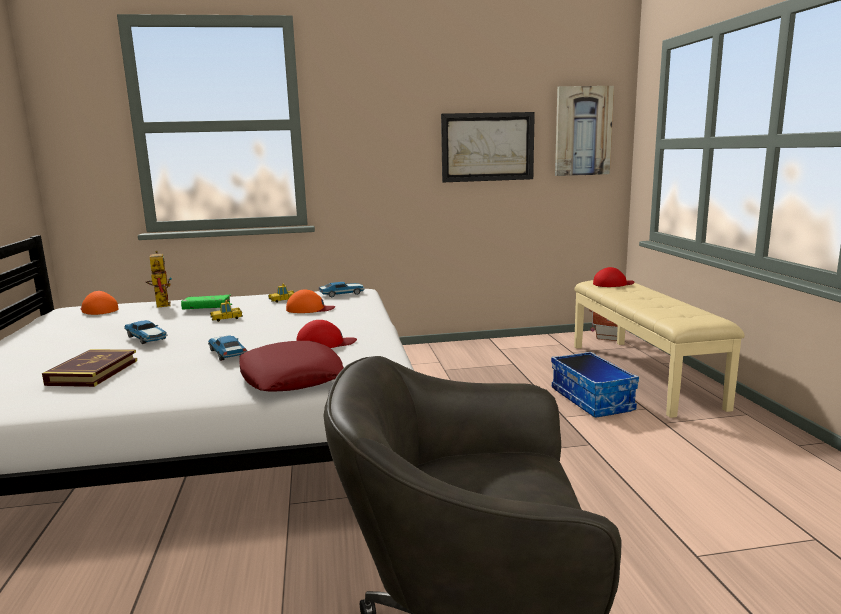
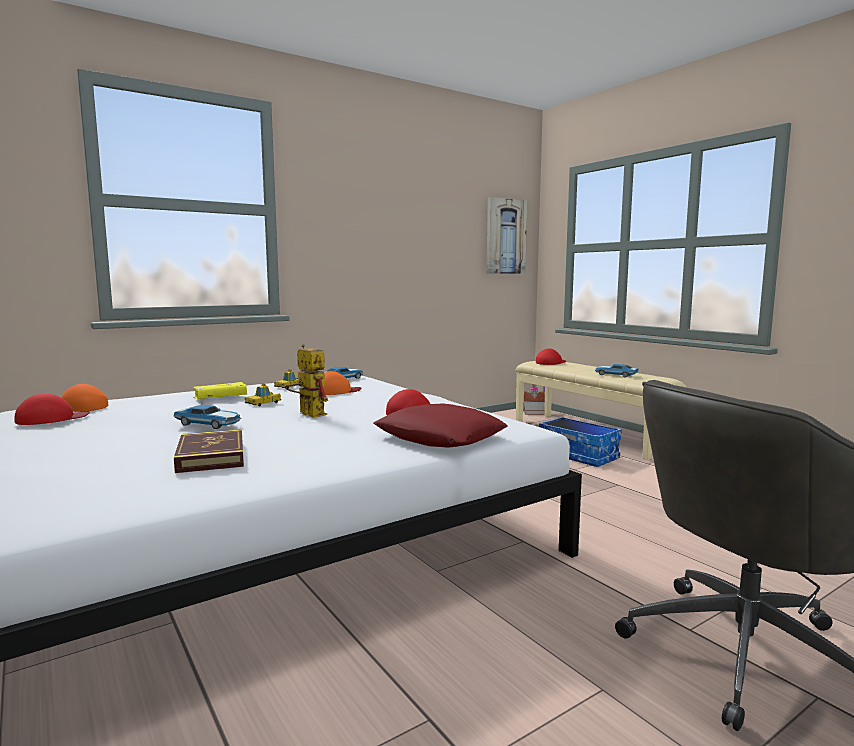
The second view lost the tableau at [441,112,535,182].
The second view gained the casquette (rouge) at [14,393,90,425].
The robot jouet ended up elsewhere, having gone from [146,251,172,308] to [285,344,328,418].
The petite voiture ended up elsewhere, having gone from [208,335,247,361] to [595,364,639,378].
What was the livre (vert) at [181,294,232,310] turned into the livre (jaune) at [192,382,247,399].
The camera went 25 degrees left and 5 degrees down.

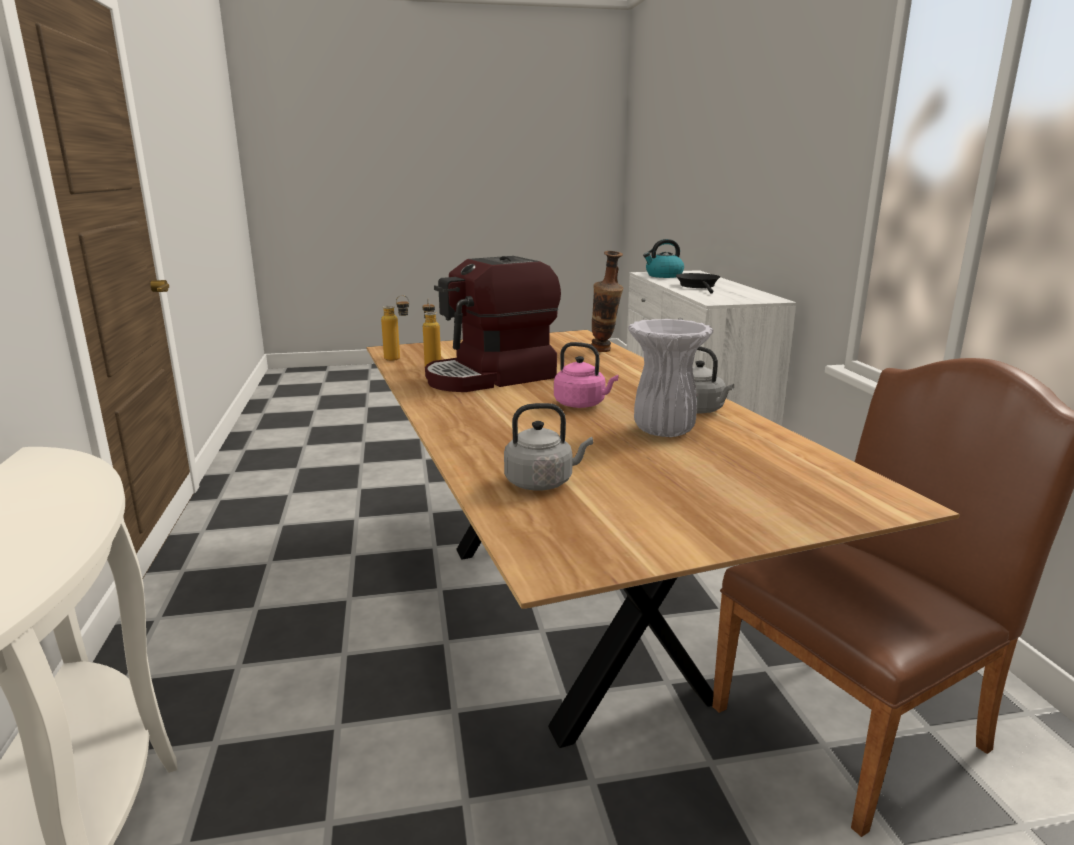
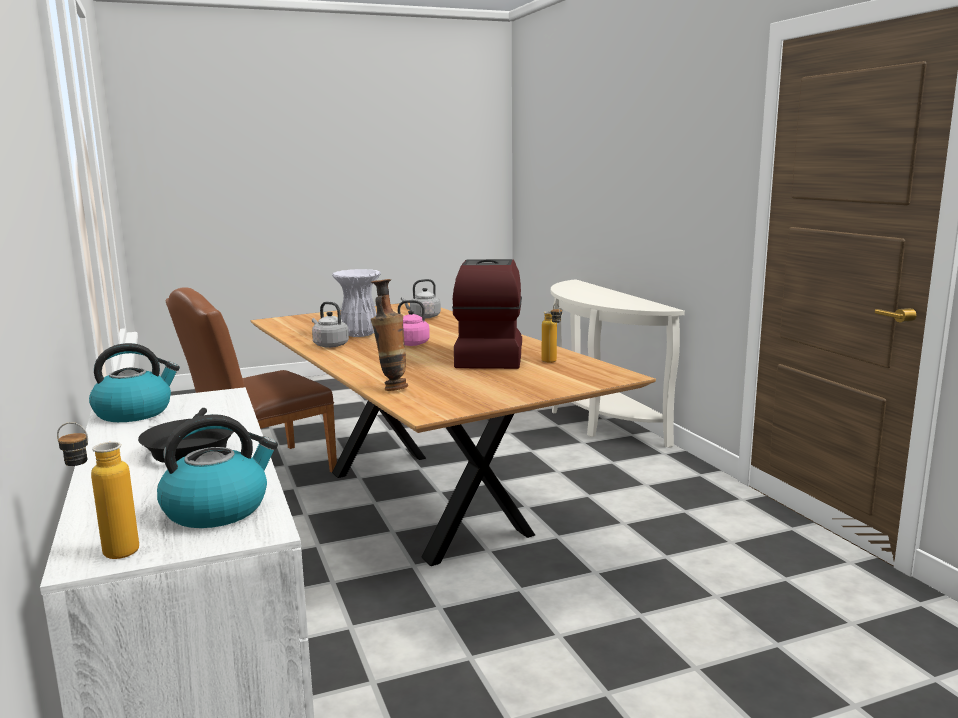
The second view gained the bouilloire at [89,343,180,422].
The bouteille ended up elsewhere, having gone from [381,295,409,361] to [57,422,139,559].
The machine à café at [425,256,561,392] ended up facing another way, 45 degrees counterclockwise from before.
The camera went 170 degrees right and 5 degrees down.

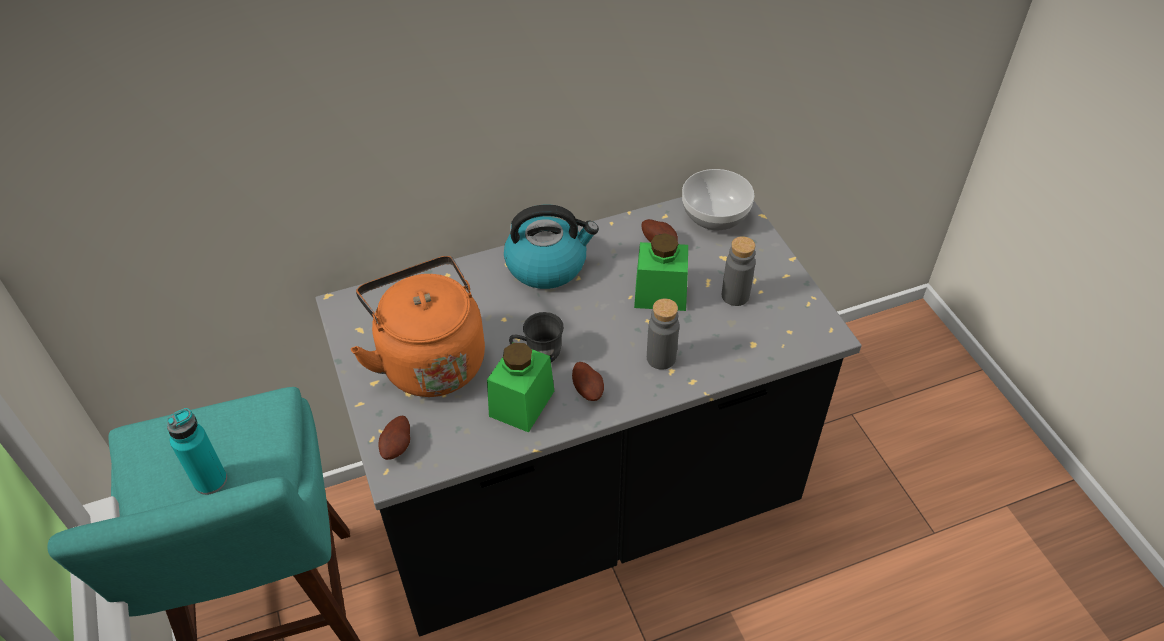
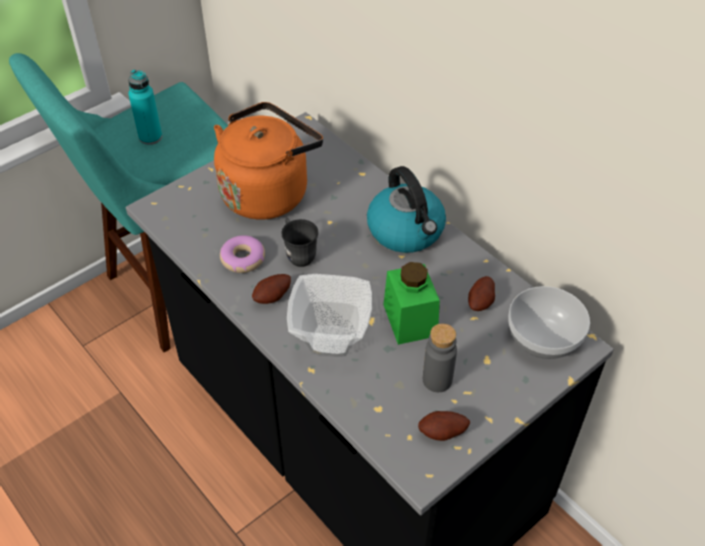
The pomme de terre ended up elsewhere, having gone from [378,416,410,460] to [418,411,470,441].
Where the bocal (vert) stood at [487,342,554,433], the beignet came to stand at [220,235,265,273].
Where the bouteille (gris) stood at [647,299,679,370], the bol came to stand at [287,274,372,357].
The camera went 70 degrees right and 0 degrees up.

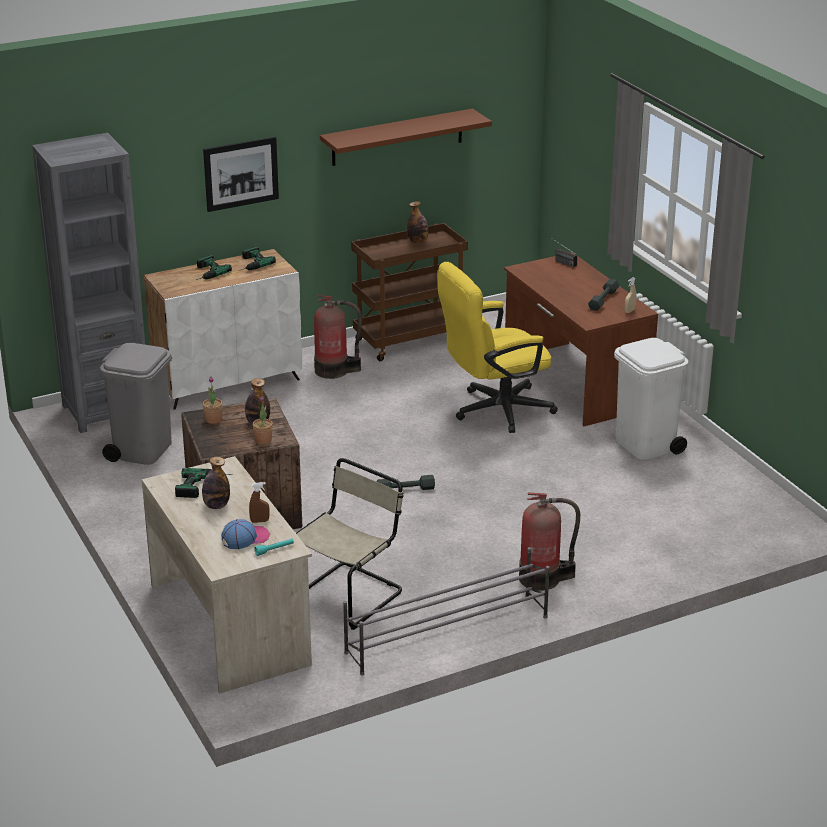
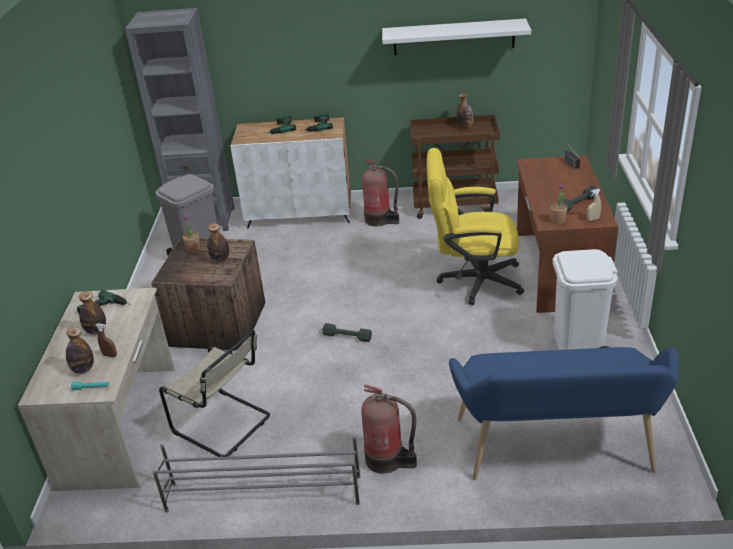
The second view lost the tableau at [203,137,279,212].
The second view gained the banc (bleu) at [449,347,679,480].
The plante en pot ended up elsewhere, having gone from [253,396,273,445] to [550,184,568,225].
Where the casquette stood at [221,519,270,549], the bouteille came to stand at [66,327,94,374].
What was the étagère (marron) at [320,109,492,166] turned into the étagère (blanc) at [382,19,531,55].
The chaise (beige) at [296,458,404,630] ended up facing another way, 60 degrees clockwise from before.
The camera went 30 degrees right and 5 degrees up.

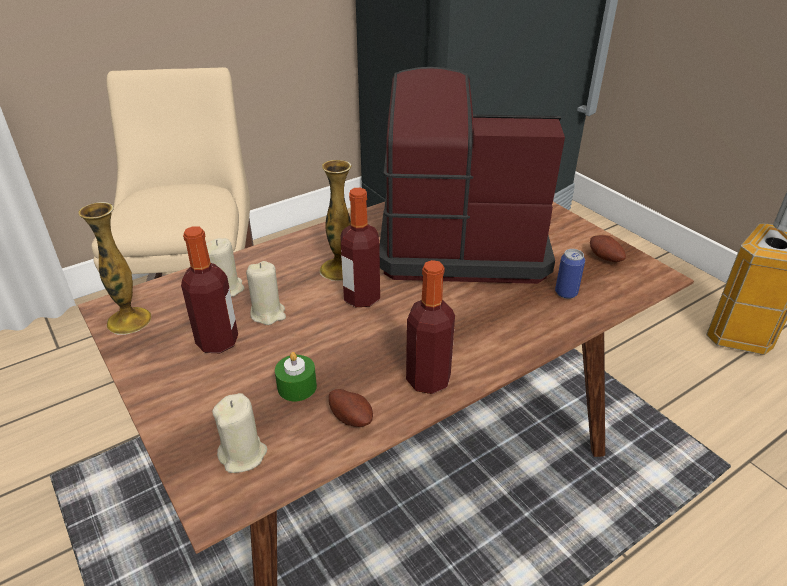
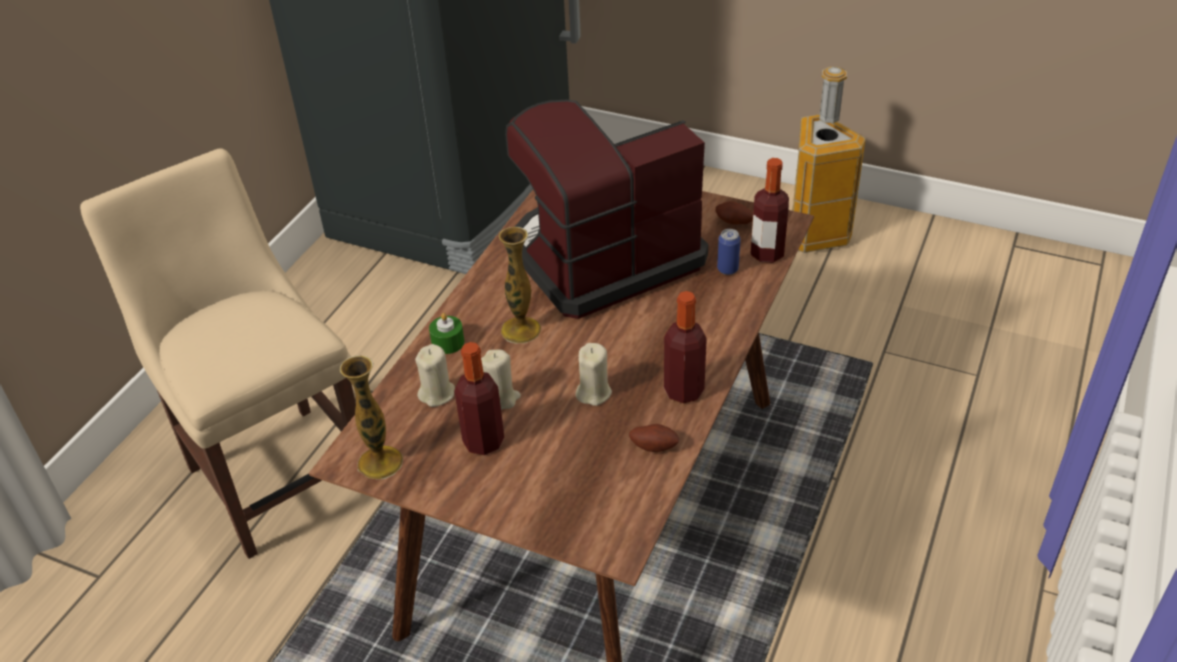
The bougie (beige) ended up elsewhere, having gone from [212,393,267,473] to [576,343,612,406].
The bougie (vert) ended up elsewhere, having gone from [275,352,317,401] to [429,313,464,354].
The bouteille ended up elsewhere, having gone from [340,188,380,307] to [750,158,789,263].
The camera went 30 degrees left and 5 degrees up.

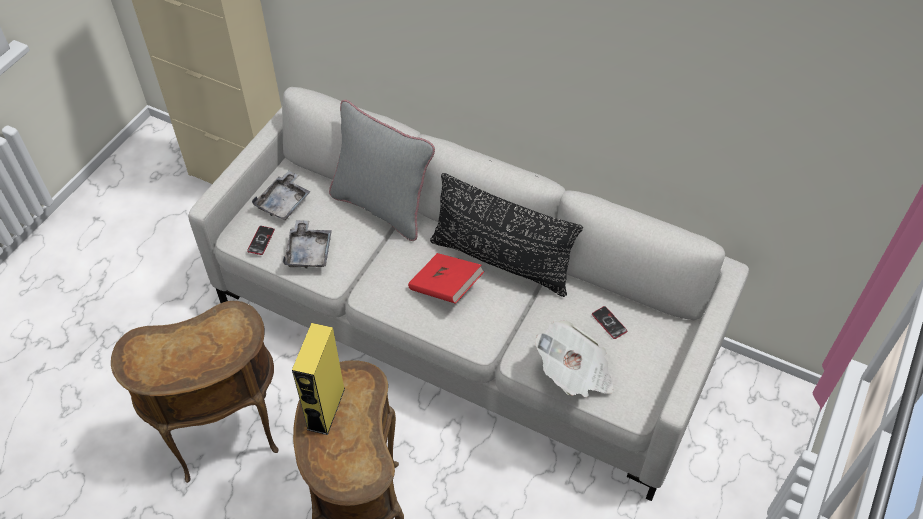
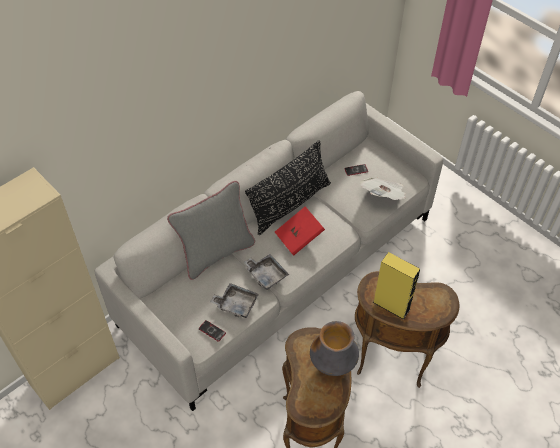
The second view gained the vase at [310,321,359,376].
The plateau (gris) ended up elsewhere, having gone from [252,171,311,220] to [244,254,289,290].
The camera went 70 degrees left and 0 degrees up.

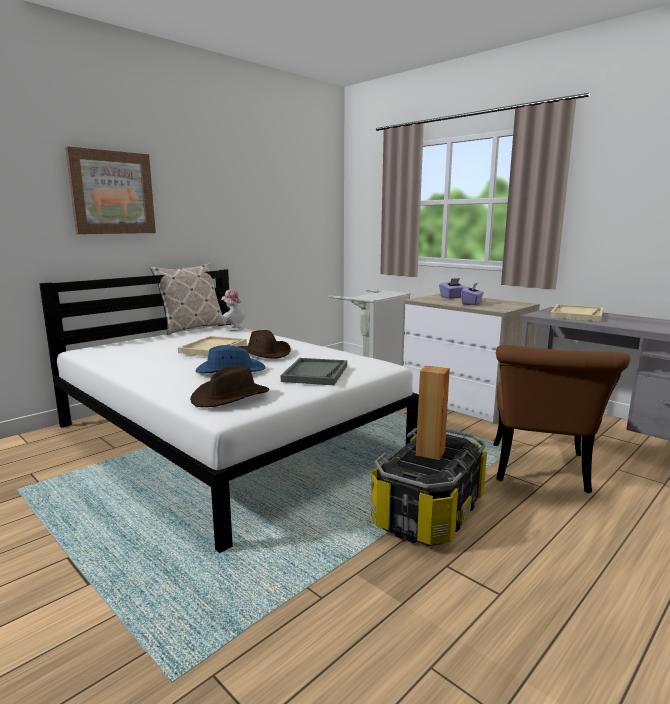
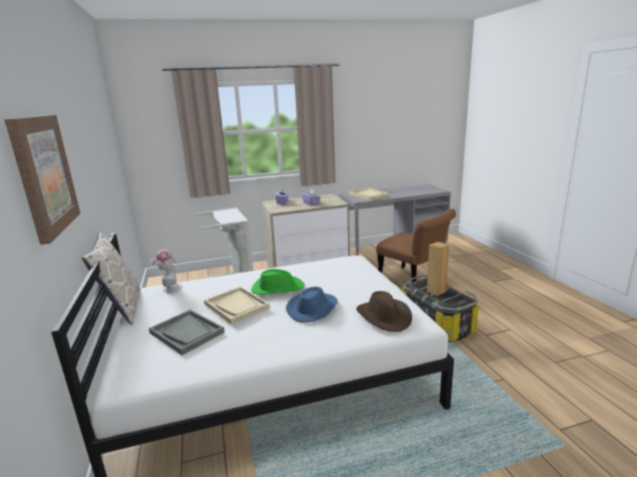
The plateau (gris) ended up elsewhere, having gone from [281,358,347,385] to [149,309,225,355].
What was the chapeau (marron) at [238,330,291,359] turned into the chapeau (vert) at [251,269,305,295].
The camera went 60 degrees left and 5 degrees up.

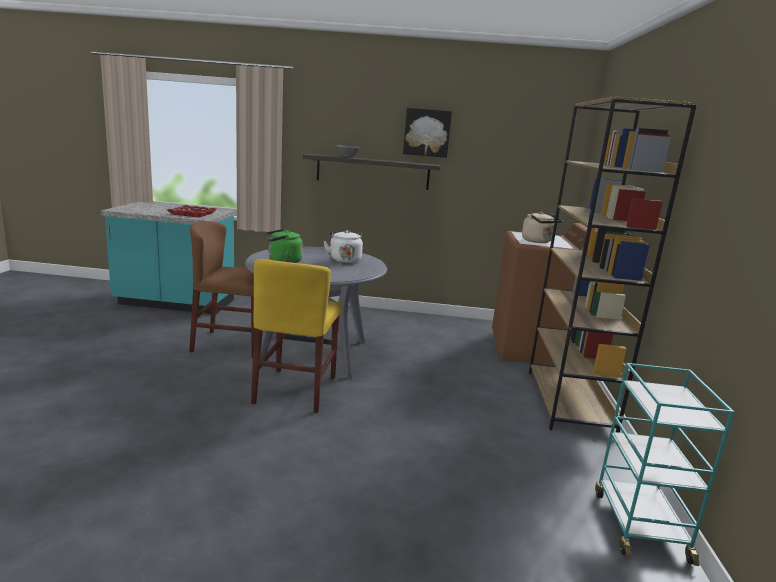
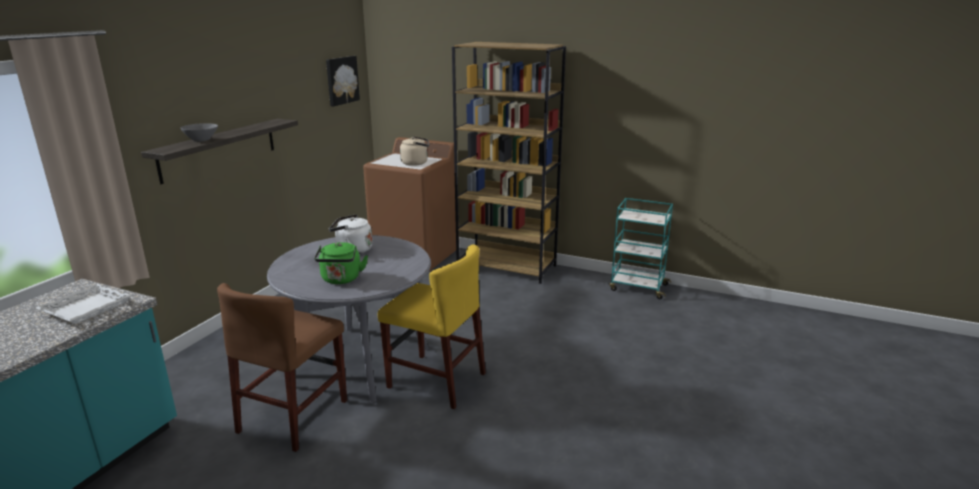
The tableau ended up elsewhere, having gone from [403,108,452,158] to [326,56,360,106].
What was the plateau (rouge) at [167,205,217,217] turned into the plateau (blanc) at [37,284,132,324].
The camera went 70 degrees left and 5 degrees up.

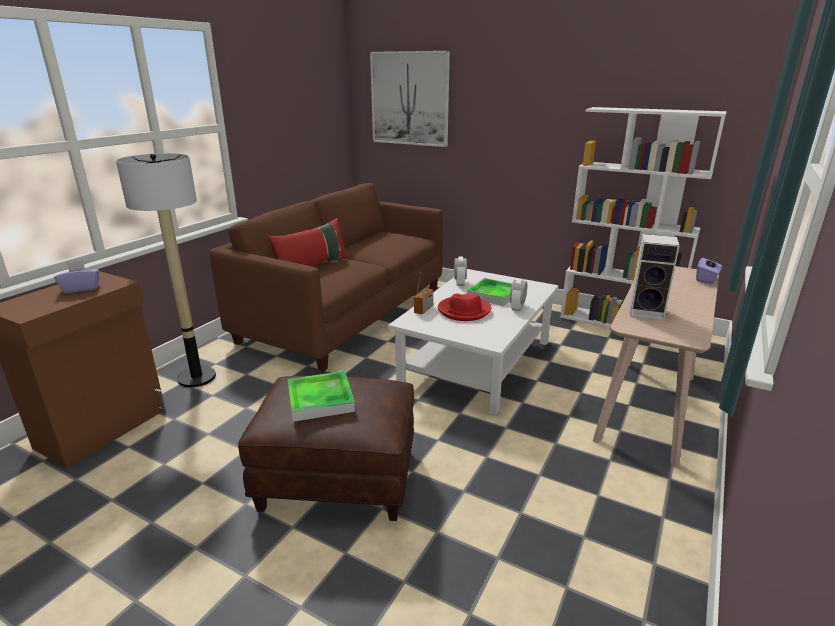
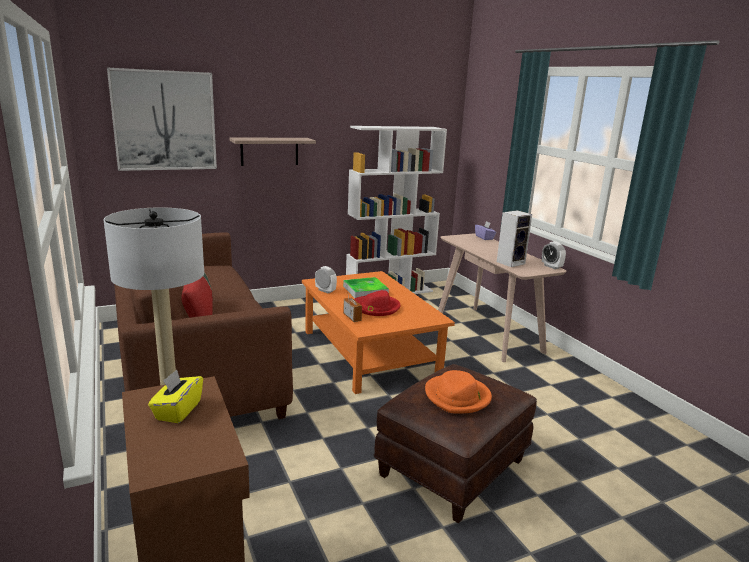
The second view gained the étagère at [229,138,316,166].
The réveil ended up elsewhere, having gone from [510,278,527,311] to [542,241,566,269].
Where the plateau stood at [288,371,355,422], the chapeau (orange) came to stand at [425,370,492,414].
What was the boîte à mouchoirs (violet) at [54,260,99,294] turned into the boîte à mouchoirs (jaune) at [148,369,203,423].
What was the table basse (blanc) at [388,269,558,415] turned into the table basse (orange) at [302,271,455,394].
The camera went 55 degrees left and 5 degrees down.

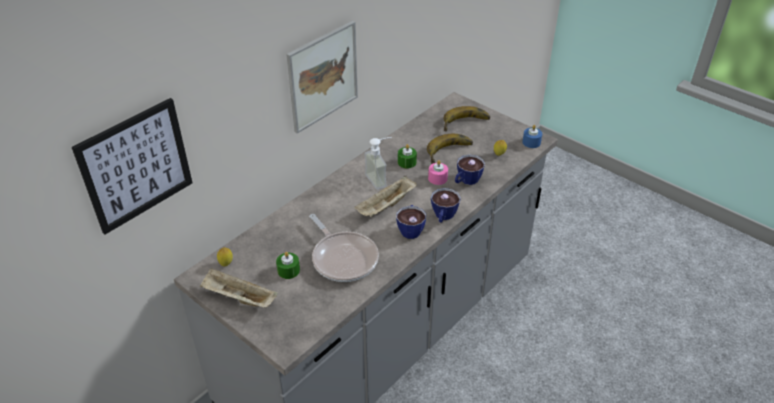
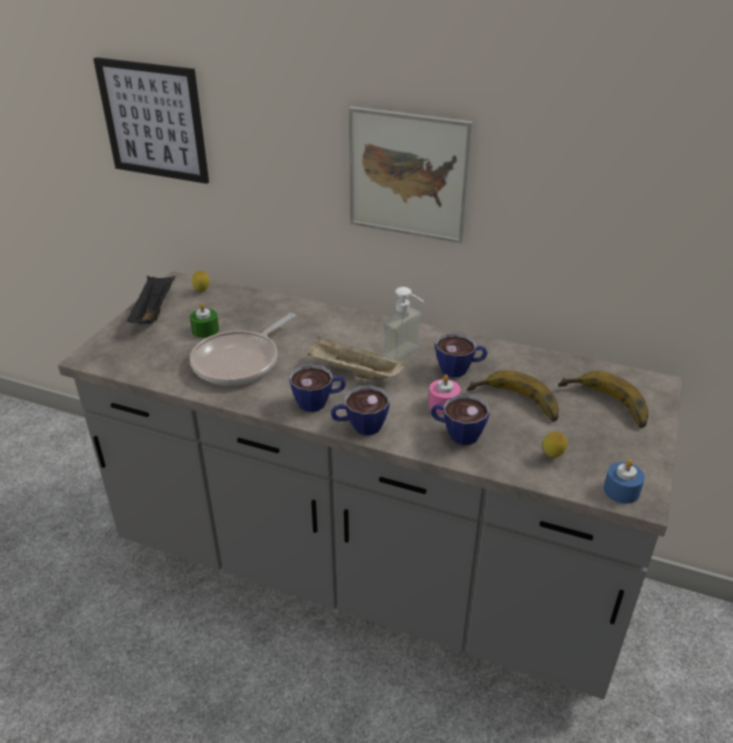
Where the bougie (vert) stood at [398,144,417,169], the tasse came to stand at [435,333,488,378].
What was the plateau (beige) at [200,268,278,308] turned into the plateau (noir) at [127,276,176,324].
The camera went 70 degrees right and 5 degrees down.

